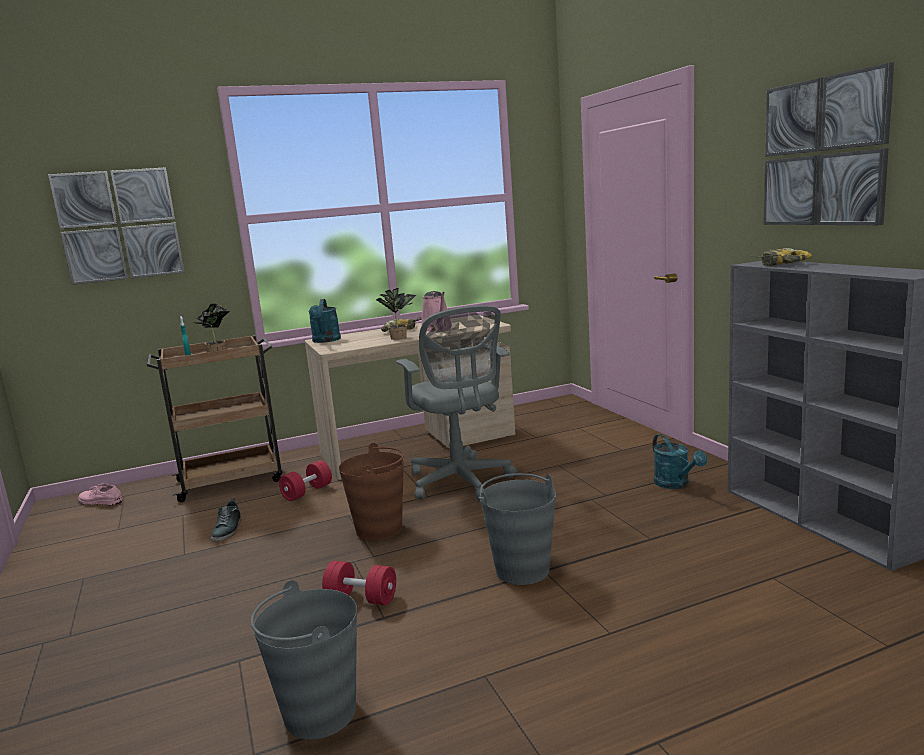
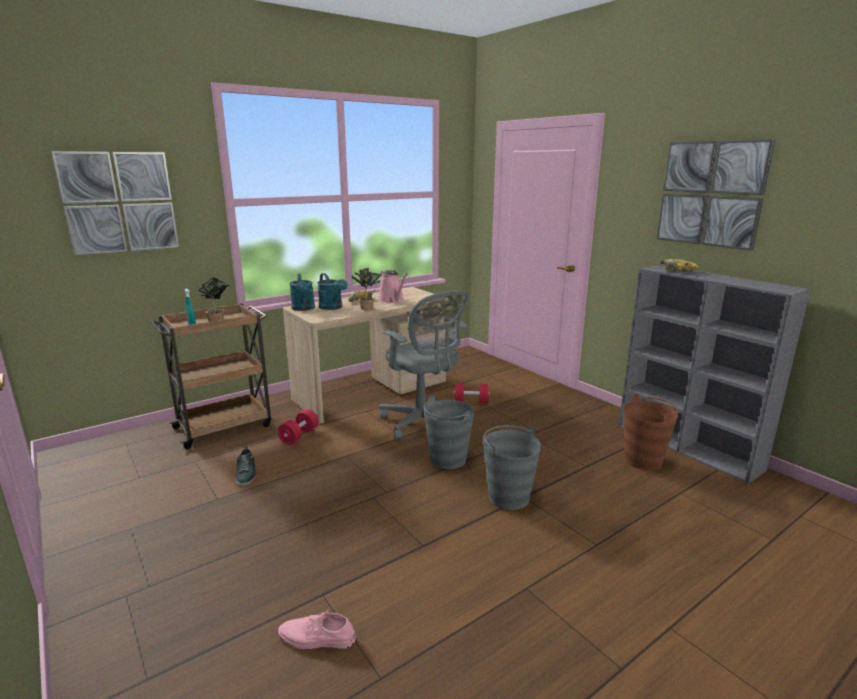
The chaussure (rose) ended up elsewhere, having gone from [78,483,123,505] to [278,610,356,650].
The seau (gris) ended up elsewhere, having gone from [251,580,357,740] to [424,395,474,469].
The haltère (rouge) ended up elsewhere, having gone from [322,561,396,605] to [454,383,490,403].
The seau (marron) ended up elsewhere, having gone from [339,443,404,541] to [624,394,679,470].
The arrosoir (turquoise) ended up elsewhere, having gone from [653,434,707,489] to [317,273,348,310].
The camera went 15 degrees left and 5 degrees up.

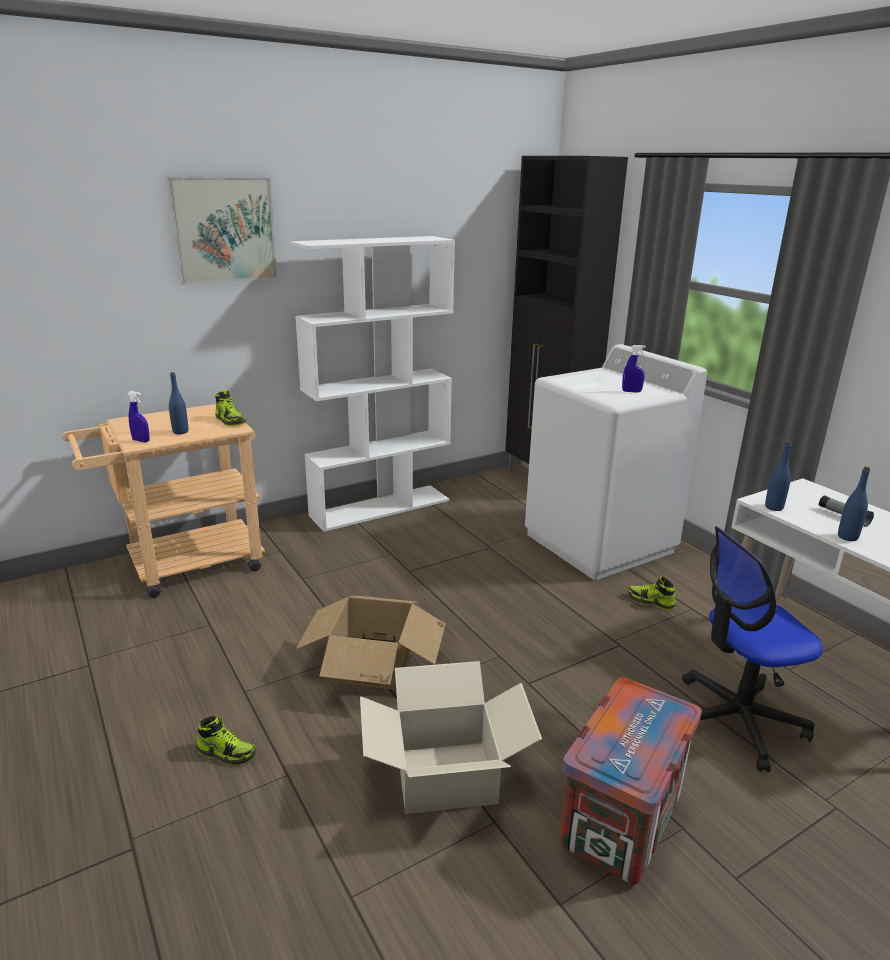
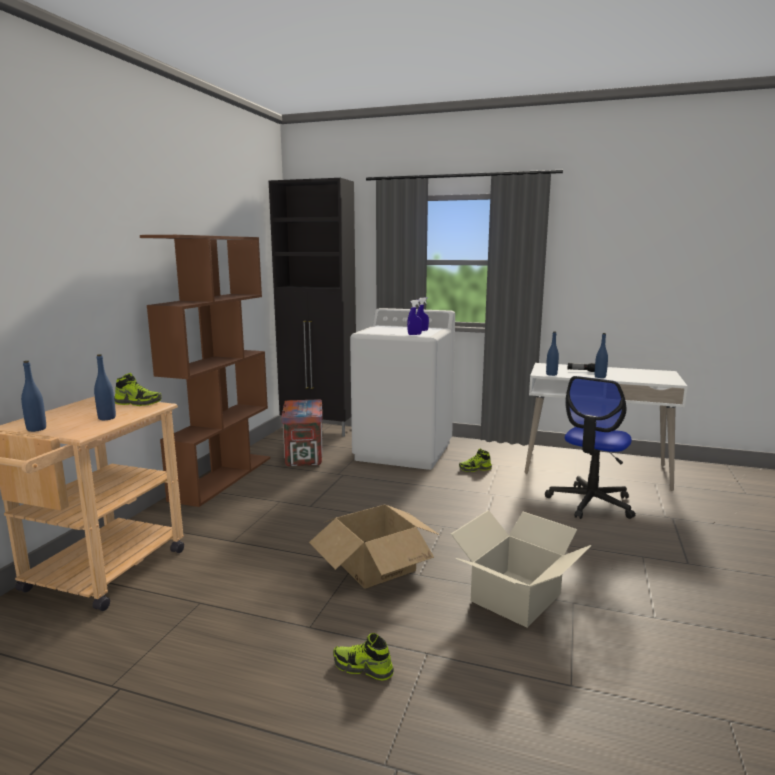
The second view lost the tableau at [167,177,277,284].
The second view gained the bouteille (bleu) at [21,361,46,432].
The vaporisateur (bleu) ended up elsewhere, having gone from [127,391,150,442] to [407,300,422,335].
The caisse ended up elsewhere, having gone from [560,677,702,885] to [281,399,323,466].
What was the bibliothèque (blanc) at [290,236,455,532] turned into the bibliothèque (marron) at [140,235,270,507].
The chaussure at [196,715,257,765] ended up facing another way, 135 degrees counterclockwise from before.
The camera went 40 degrees left and 10 degrees down.

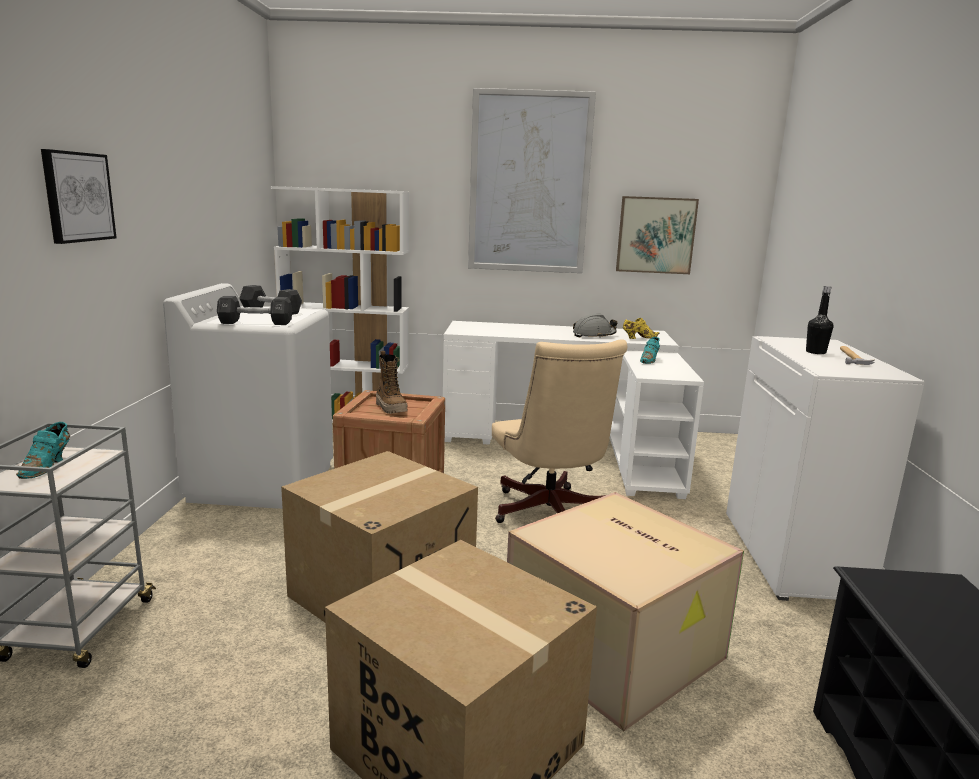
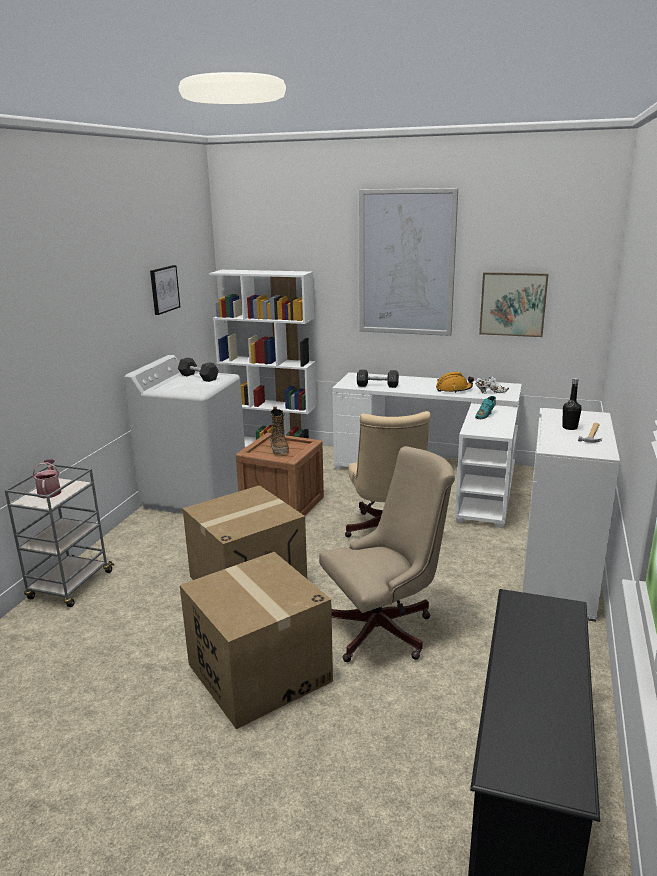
The tableau ended up elsewhere, having gone from [41,149,117,244] to [150,265,180,315].
The haltère (noir) ended up elsewhere, having gone from [217,296,292,325] to [357,369,399,388].
Where the chaussure (turquoise) stood at [16,422,70,479], the arrosoir came to stand at [32,459,61,498].
Where the carton stood at [507,492,744,731], the chaise de bureau (beige) came to stand at [319,446,455,662].
What was the casque de chantier (gris) at [573,313,617,338] turned into the casque de chantier (orange) at [436,372,474,393].
What was the chaussure (jaune) at [623,318,660,339] turned into the chaussure (blanc) at [476,376,509,394].
The camera went 15 degrees right and 5 degrees up.

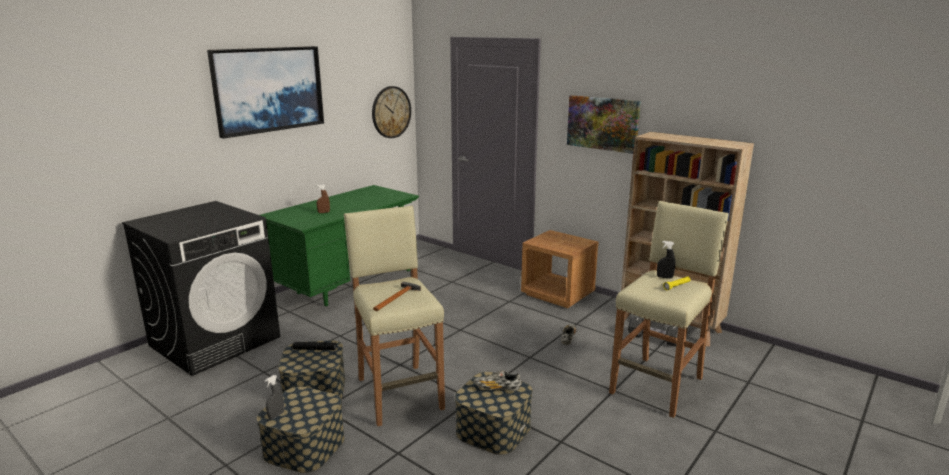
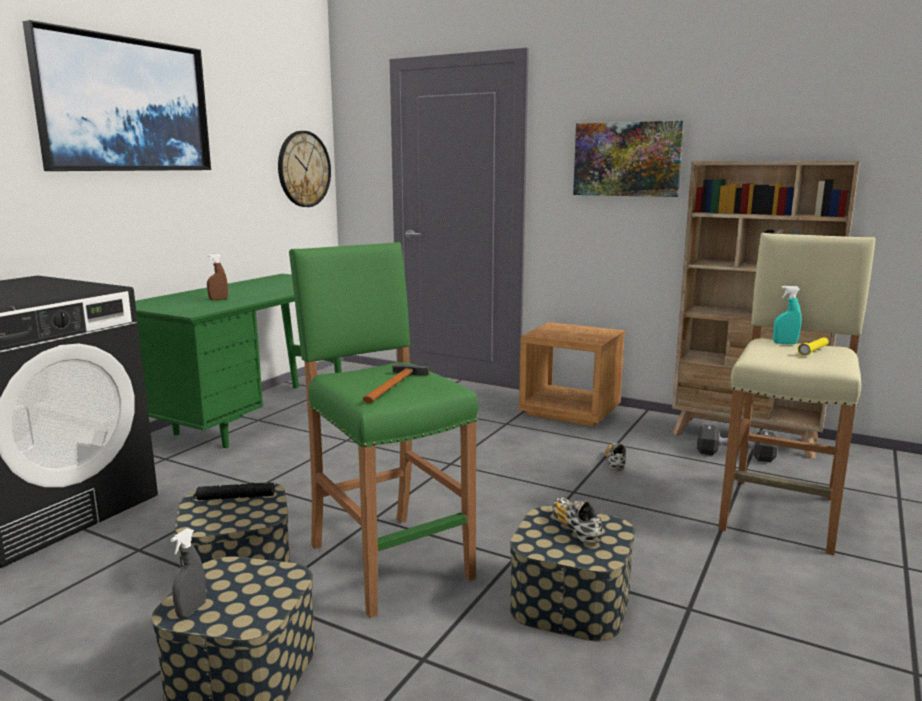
What was the tabouret (beige) at [344,206,445,426] turned into the tabouret (vert) at [289,242,478,618].
What was the vaporisateur (noir) at [657,241,675,278] turned into the vaporisateur (turquoise) at [773,286,801,344].
The chaussure at [473,370,521,391] ended up facing another way, 75 degrees clockwise from before.
The camera went 10 degrees left and 5 degrees down.

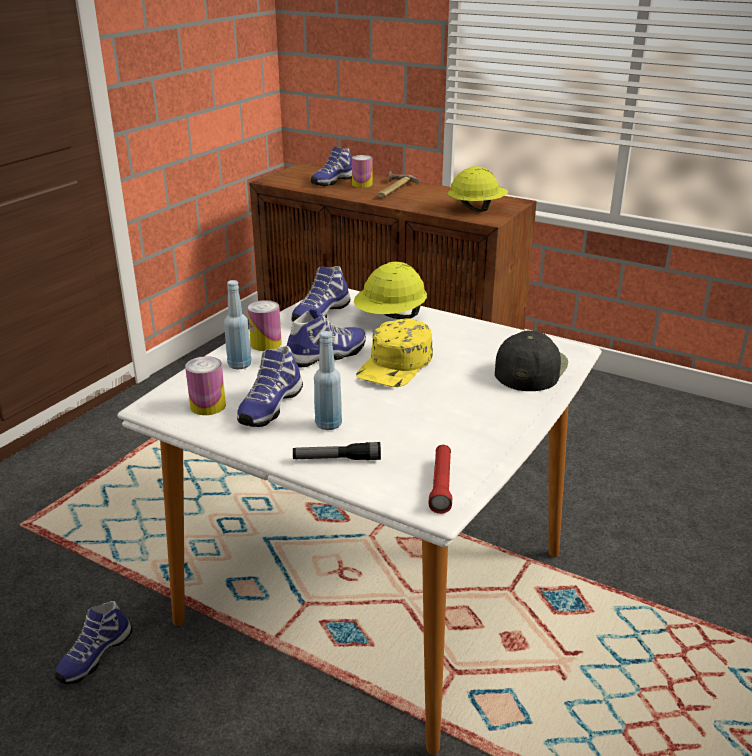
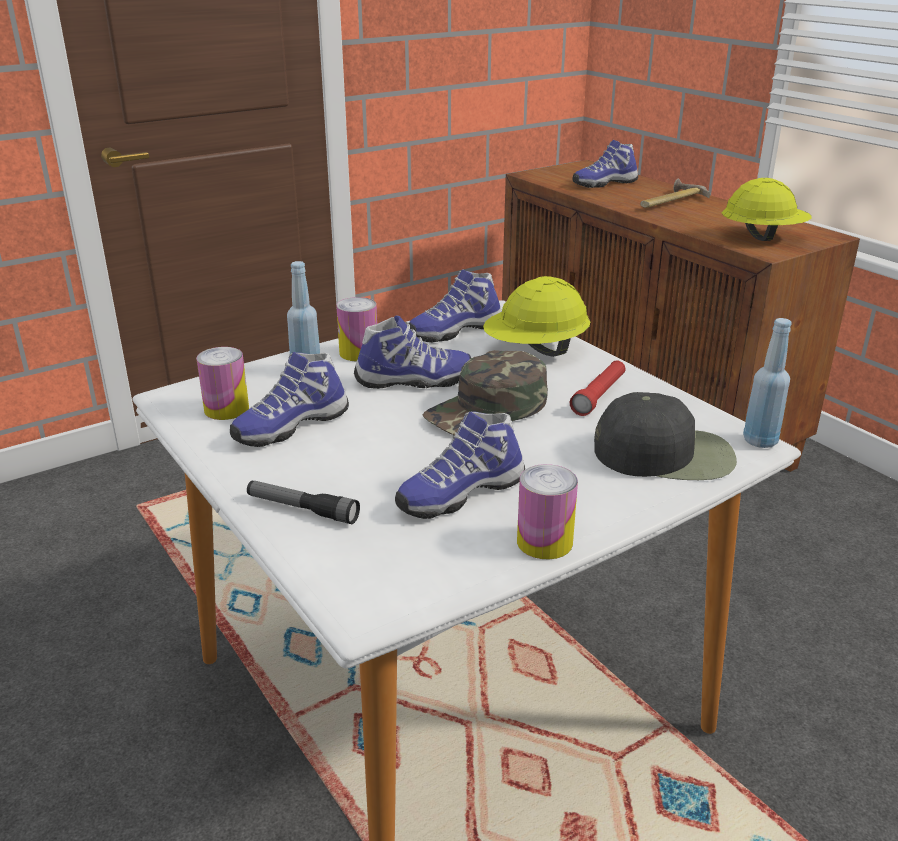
The chaussure ended up elsewhere, having gone from [55,601,133,684] to [395,412,525,519].
The bouteille (bleu) ended up elsewhere, having gone from [314,331,342,430] to [743,318,791,448].
The boîte métallique ended up elsewhere, having gone from [352,155,372,188] to [517,464,578,559].
The lampe de poche (rouge) ended up elsewhere, having gone from [429,445,452,514] to [570,360,626,416].
What was the casquette (jaune) at [356,318,433,387] turned into the casquette (vert) at [423,350,548,436].
The casquette (noir) at [495,331,568,391] ended up facing another way, 45 degrees clockwise from before.
The camera went 25 degrees right and 0 degrees up.

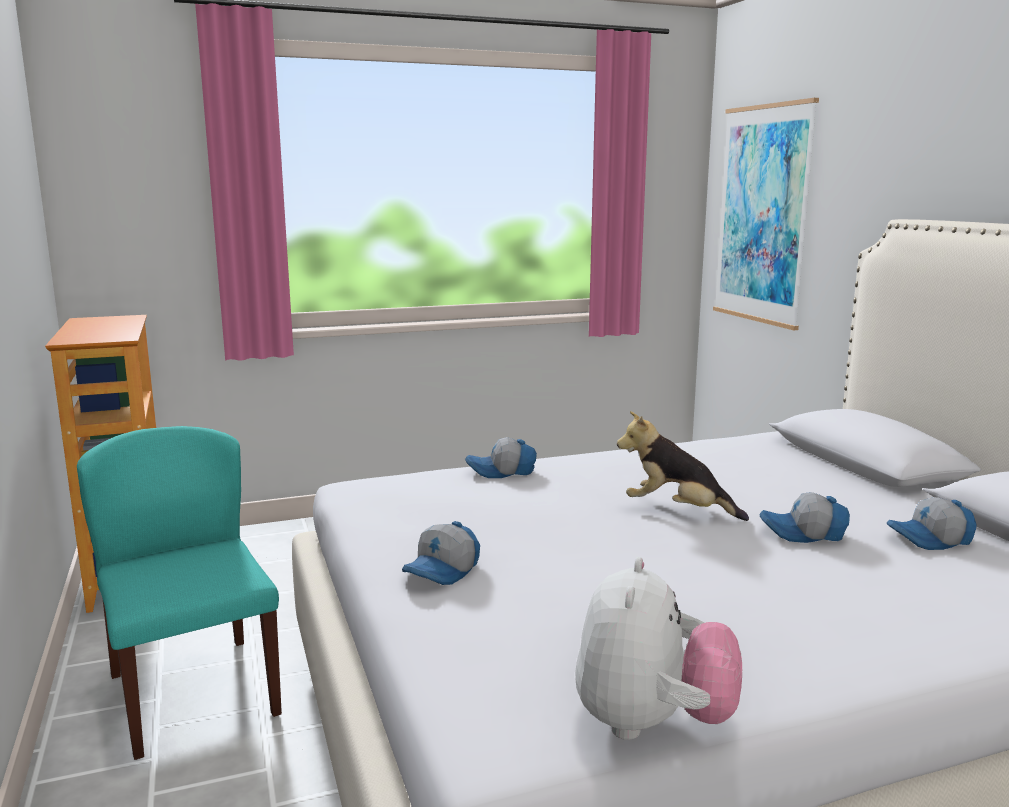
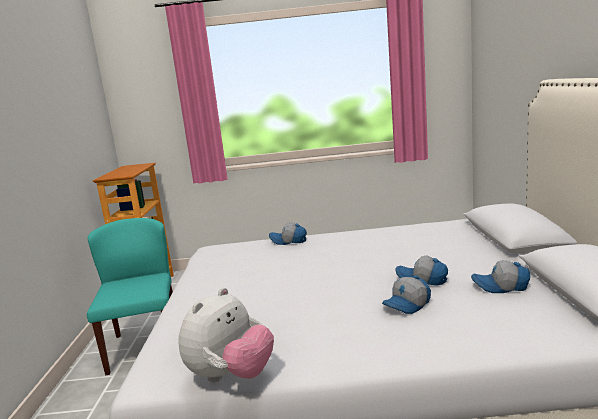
The second view lost the peluche at [617,411,749,521].
The second view lost the tableau at [713,98,819,330].
The casquette ended up elsewhere, having gone from [402,521,480,585] to [382,275,431,314].
The camera went 20 degrees right and 0 degrees up.

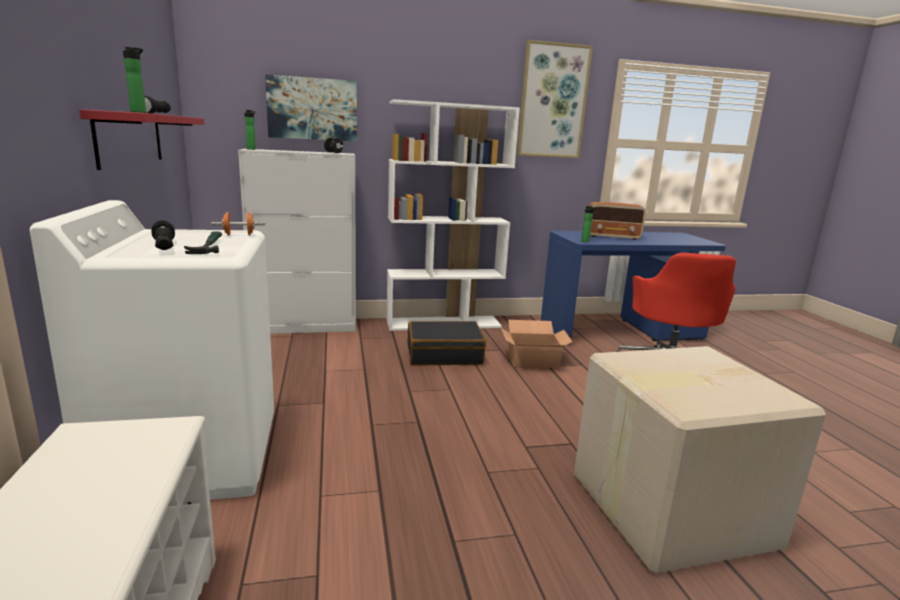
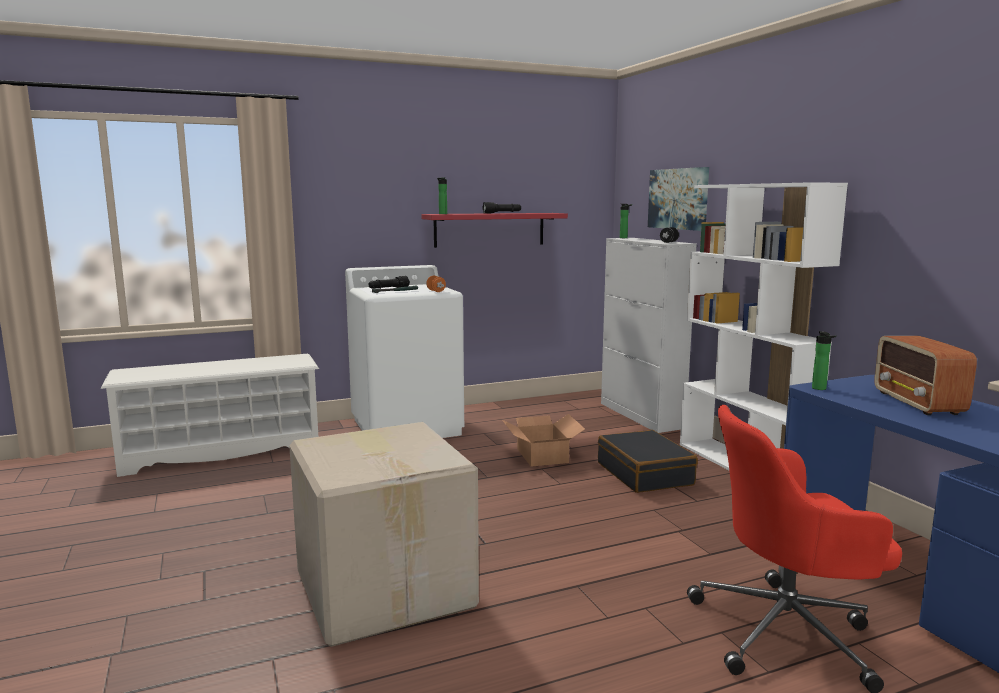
The second view lost the tableau at [517,40,593,158].
The carton ended up elsewhere, having gone from [501,320,573,368] to [502,414,585,467].
The camera went 80 degrees right and 5 degrees down.

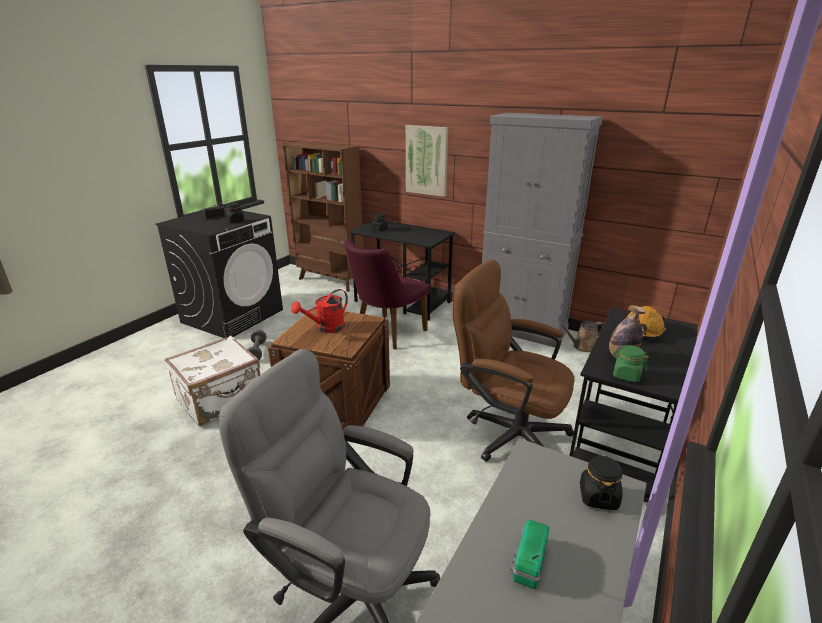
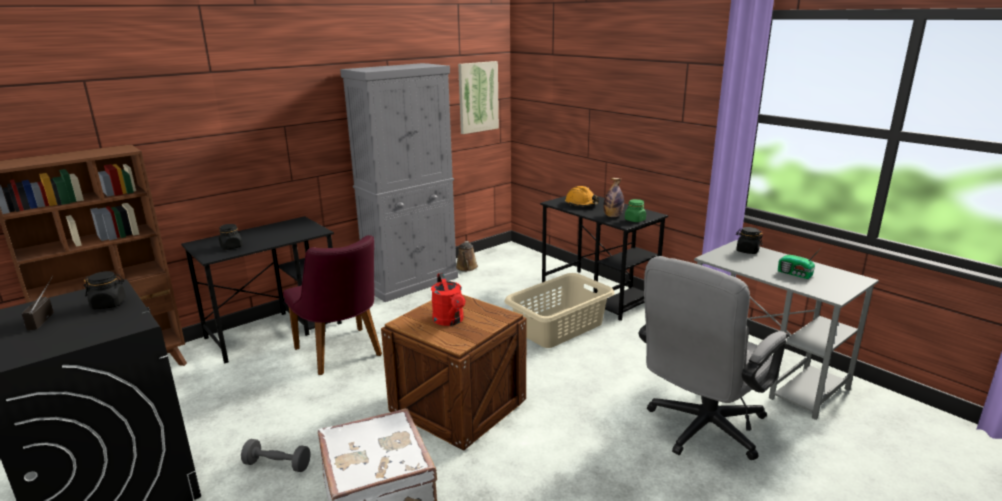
The tableau ended up elsewhere, having gone from [406,125,448,197] to [458,61,499,134].
Where the chaise de bureau (marron) stood at [452,259,574,461], the panier à linge (beige) came to stand at [504,273,615,348].
The camera went 70 degrees left and 5 degrees down.

